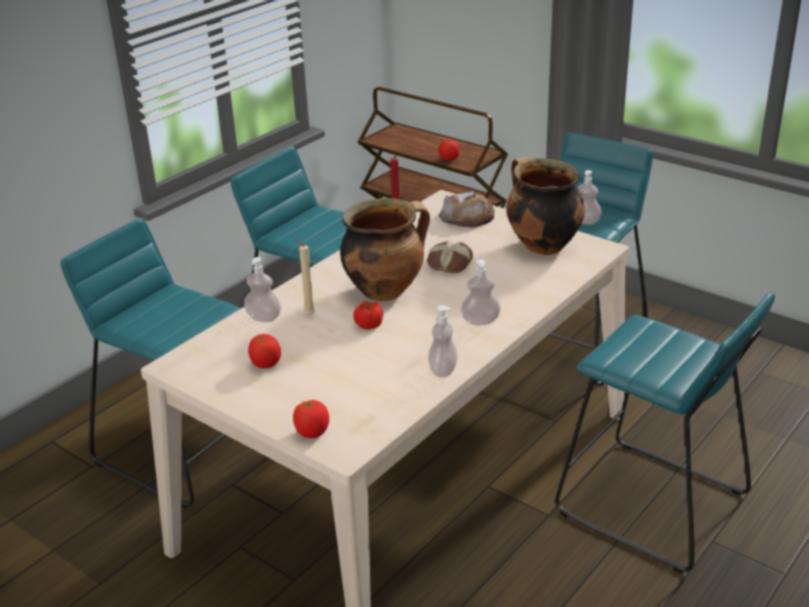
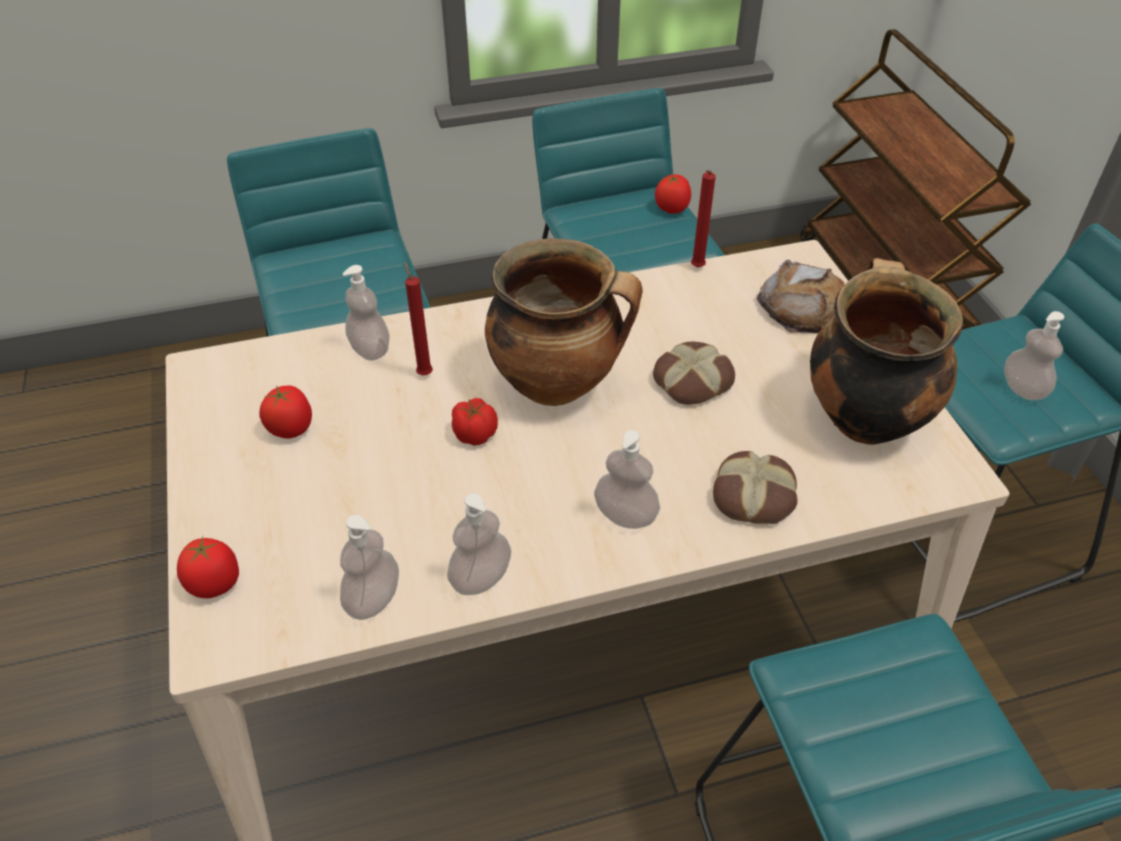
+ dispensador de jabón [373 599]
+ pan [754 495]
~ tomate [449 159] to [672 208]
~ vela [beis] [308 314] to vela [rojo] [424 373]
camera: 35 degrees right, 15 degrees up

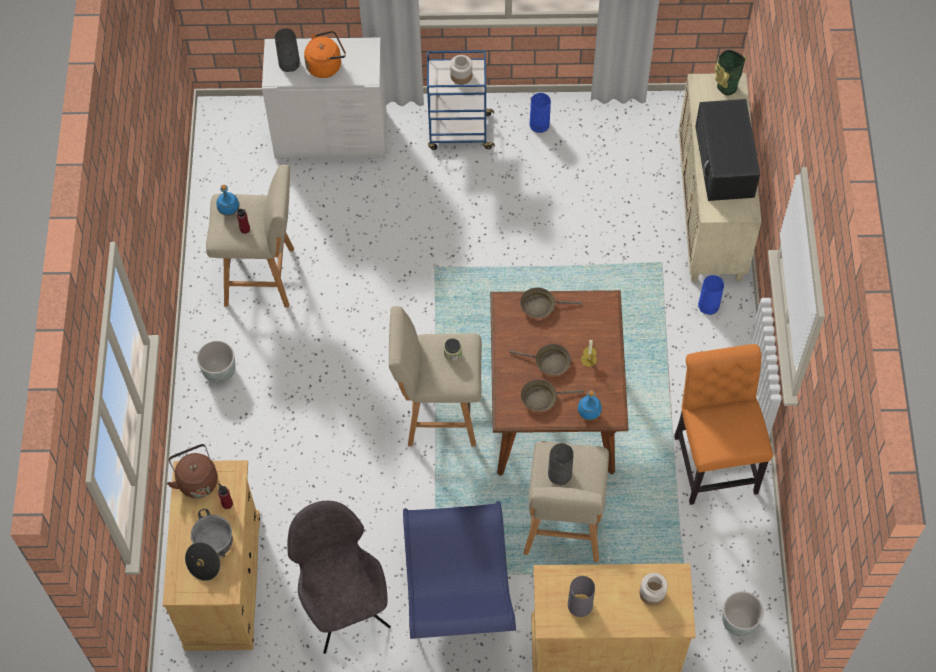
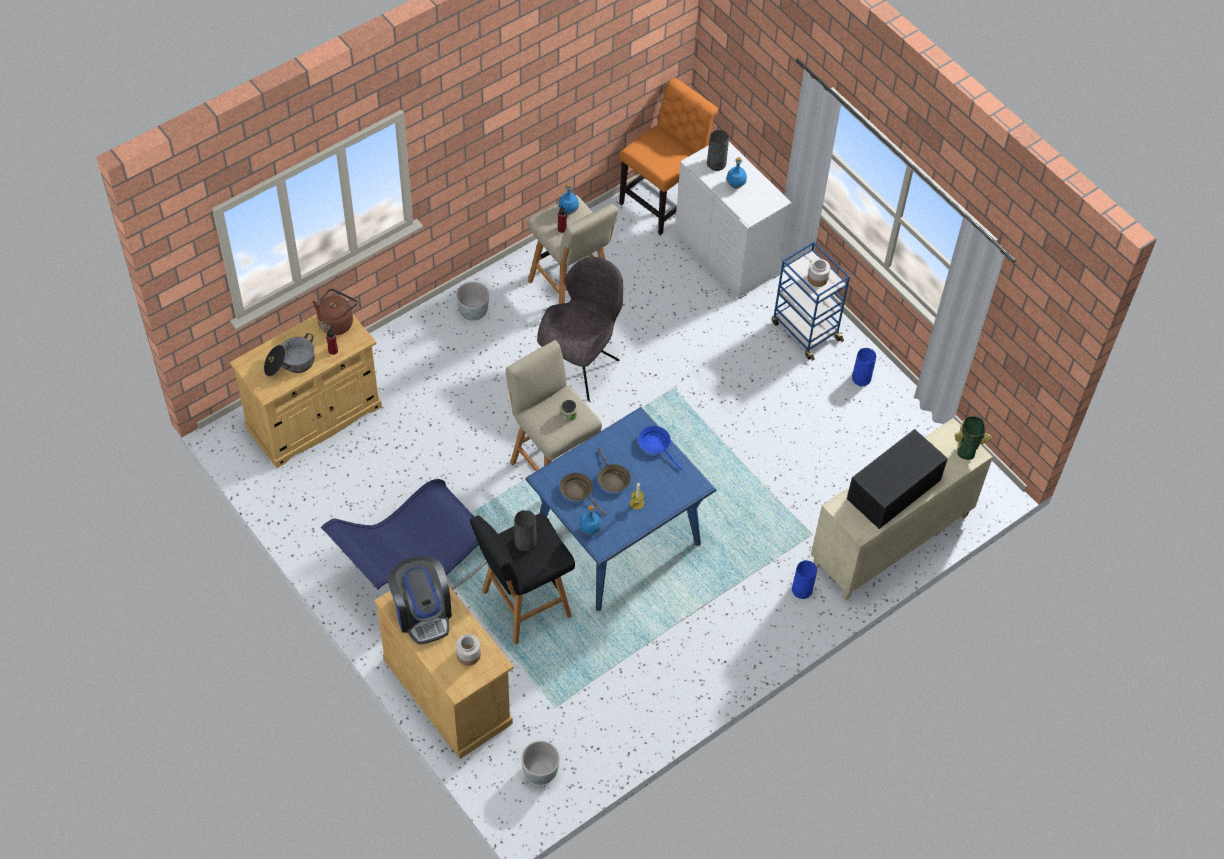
~ silla [gris] [343 605] to [580 365]
~ silla [naranja] [714 460] to [664 200]
~ hervidor [naranja] [326 65] to botella [azul] [735 185]
~ florero [gris] [579 604] to cafetera [422 612]
~ mesa de comedor [marrón] [553 411] to mesa de comedor [azul] [617 539]
~ sartén [marrón] [541 305] to sartén [azul] [656 445]
~ taburete [beis] [563 529] to taburete [negro] [523 605]
camera: 50 degrees right, 5 degrees down

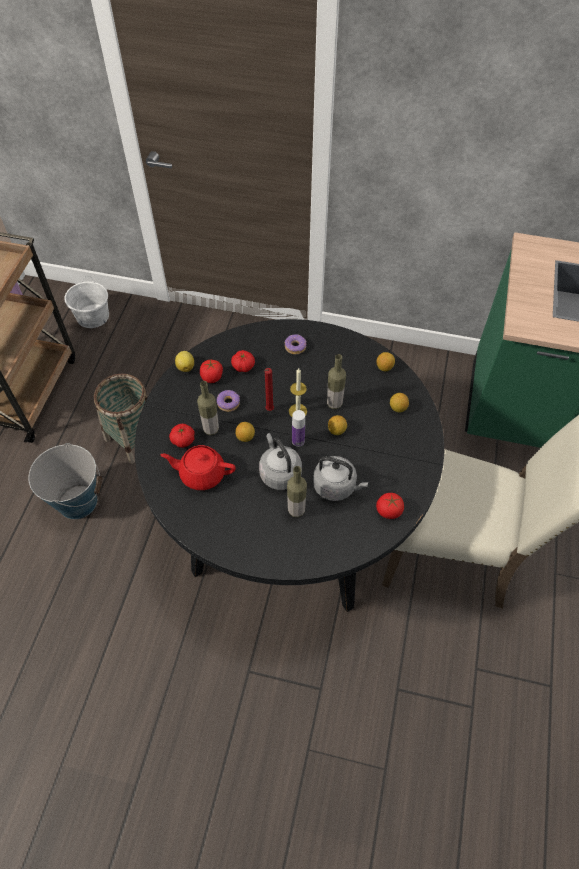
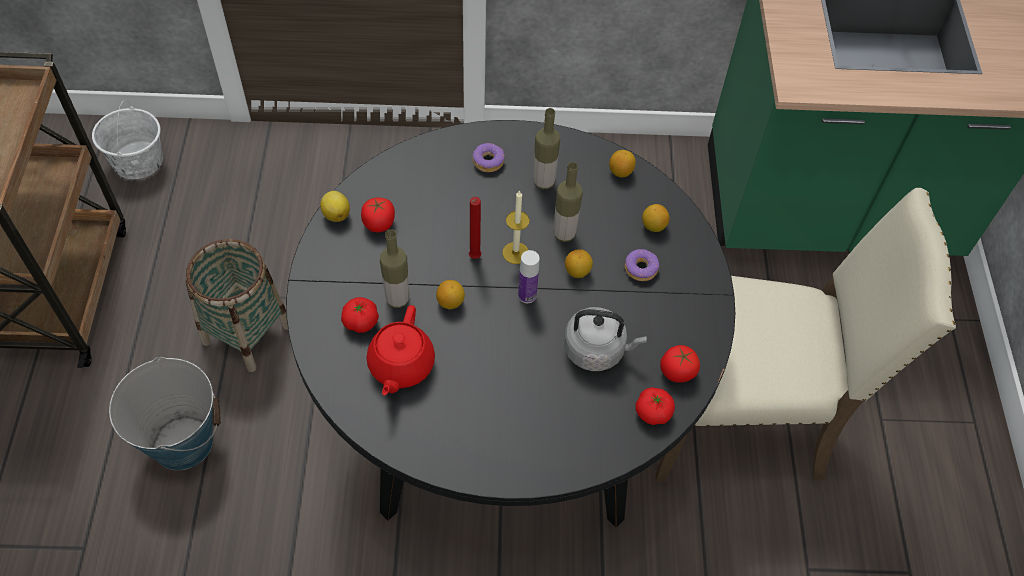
- hervidor [gris] [279 472]
~ rosquilla [228 403] to [641 268]
~ tomate [243 366] to [653 412]
~ botella [296 510] to [543 182]
~ tetera [rojo] [201 474] = [400 366] 75 degrees counterclockwise
camera: 15 degrees left, 0 degrees up

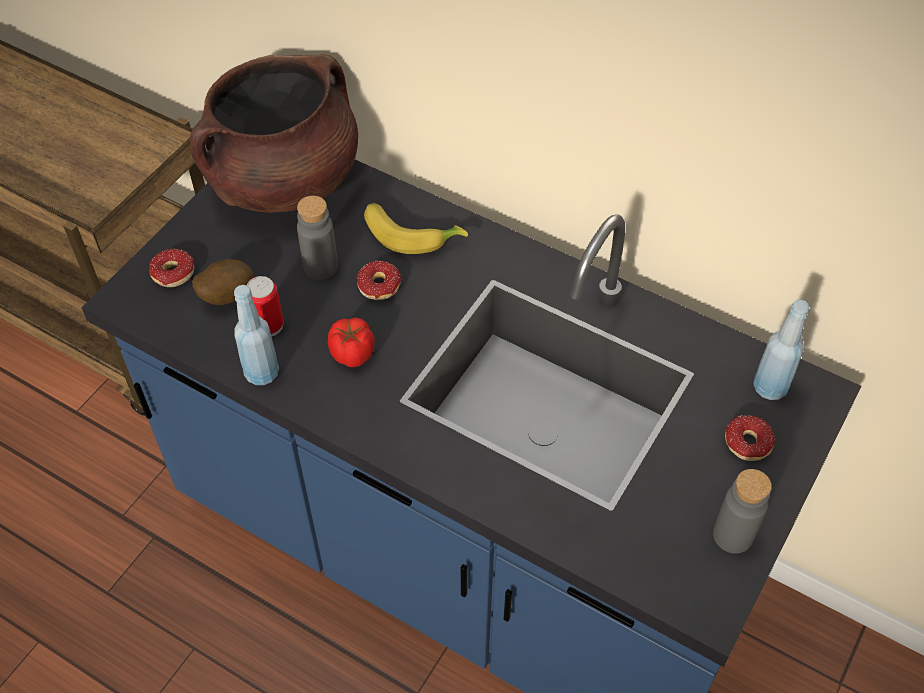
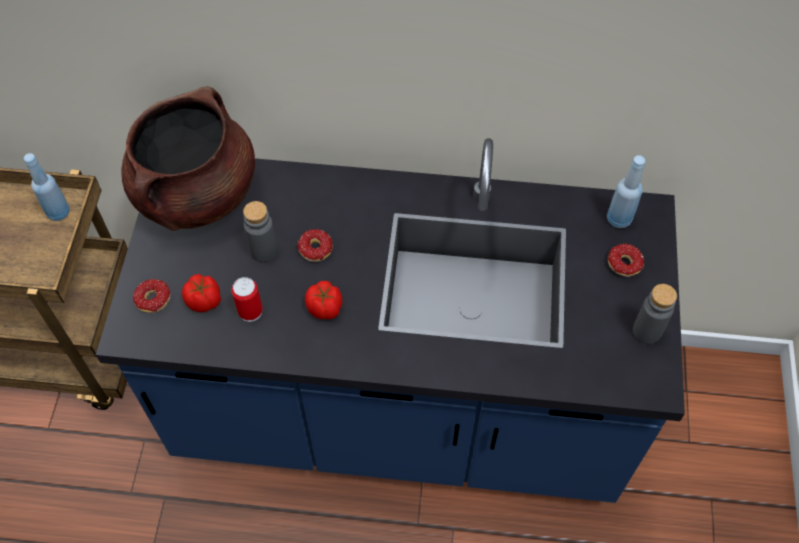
- plátano [411 233]
~ botella [azul] [261 373] to [58 212]
~ patata [226 296] to tomate [205 301]
camera: 25 degrees left, 5 degrees up

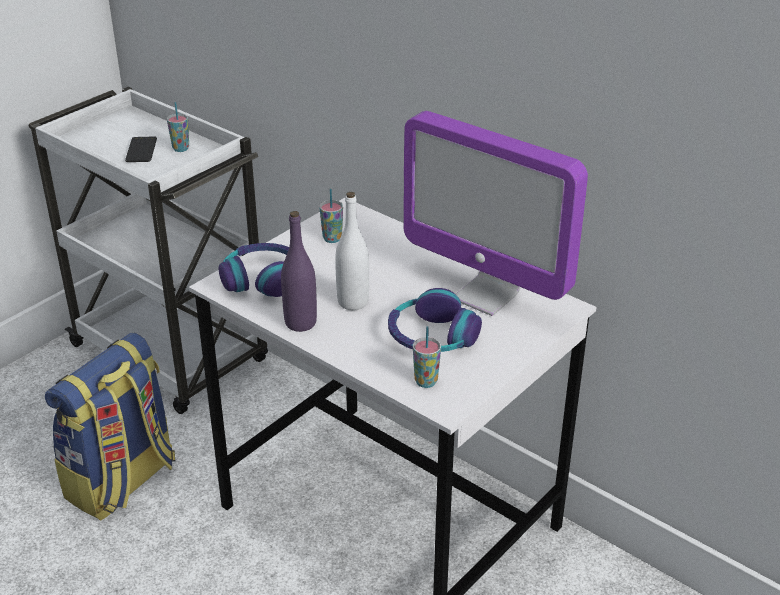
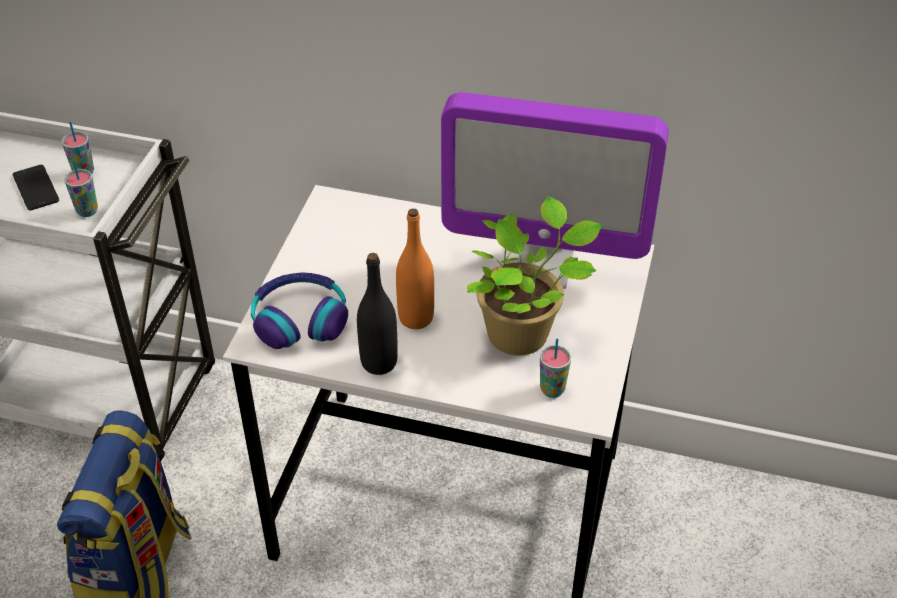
~ taza [332 239] to [87 211]
~ auriculares [431 337] to planta en maceta [523 334]
~ botella [morado] [300 323] to botella [negro] [379 362]
~ botella [blanco] [353 302] to botella [naranja] [416 318]
camera: 25 degrees left, 10 degrees up

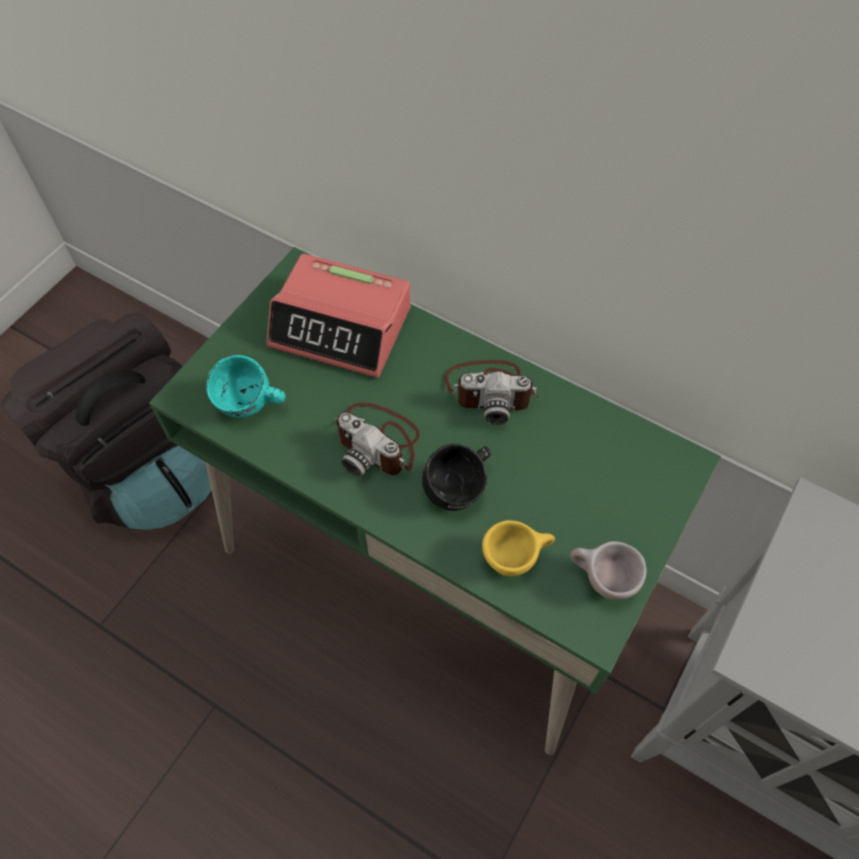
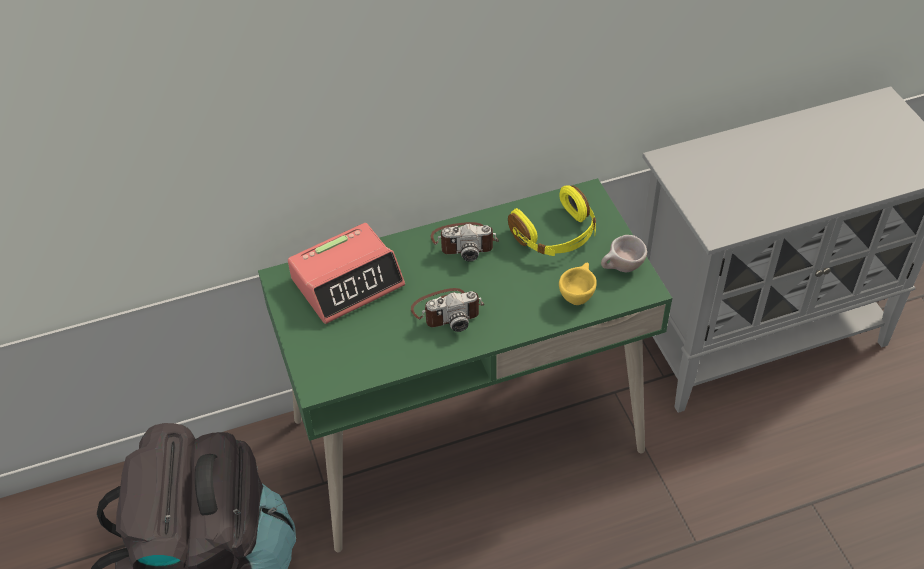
- taza grande [turquesa] [251 406]
- taza grande [negro] [460 488]
+ auriculares [amarillo] [556 235]
~ cámara [490 390] = [464 242] 45 degrees clockwise
camera: 50 degrees left, 10 degrees down

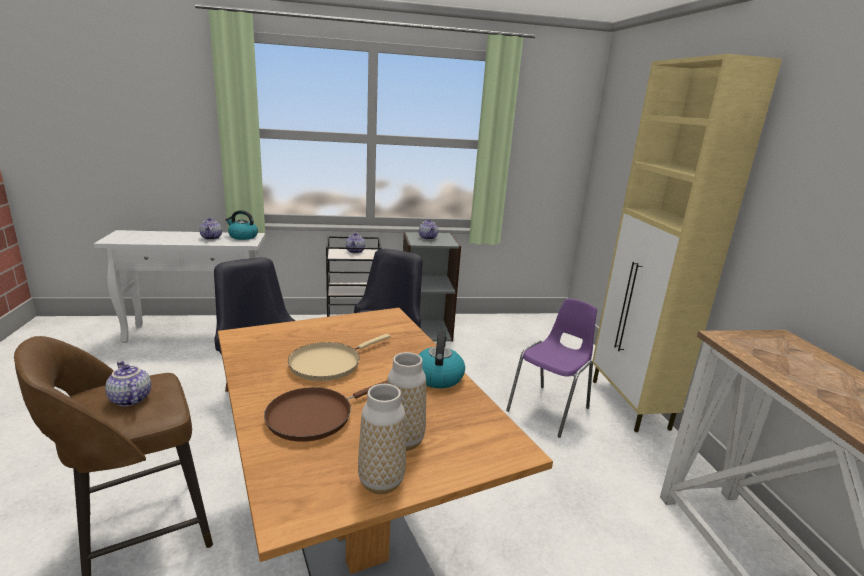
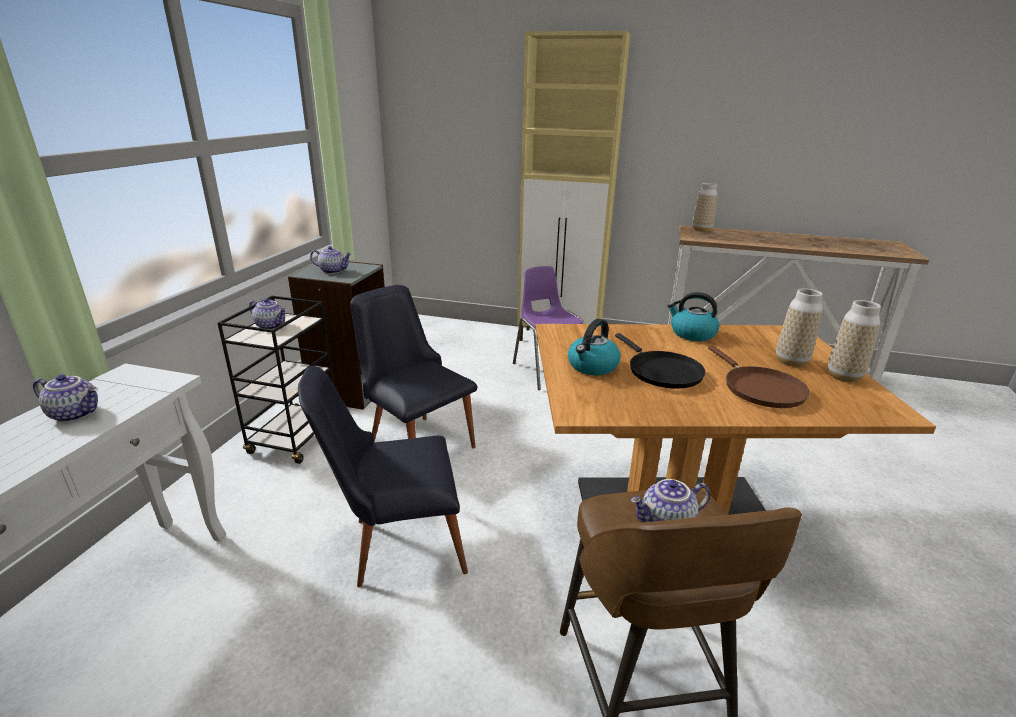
+ florero [701 230]
~ hervidor [242 236] to [592 366]
~ sartén [beis] [328 363] to sartén [negro] [661 371]
camera: 65 degrees left, 5 degrees up

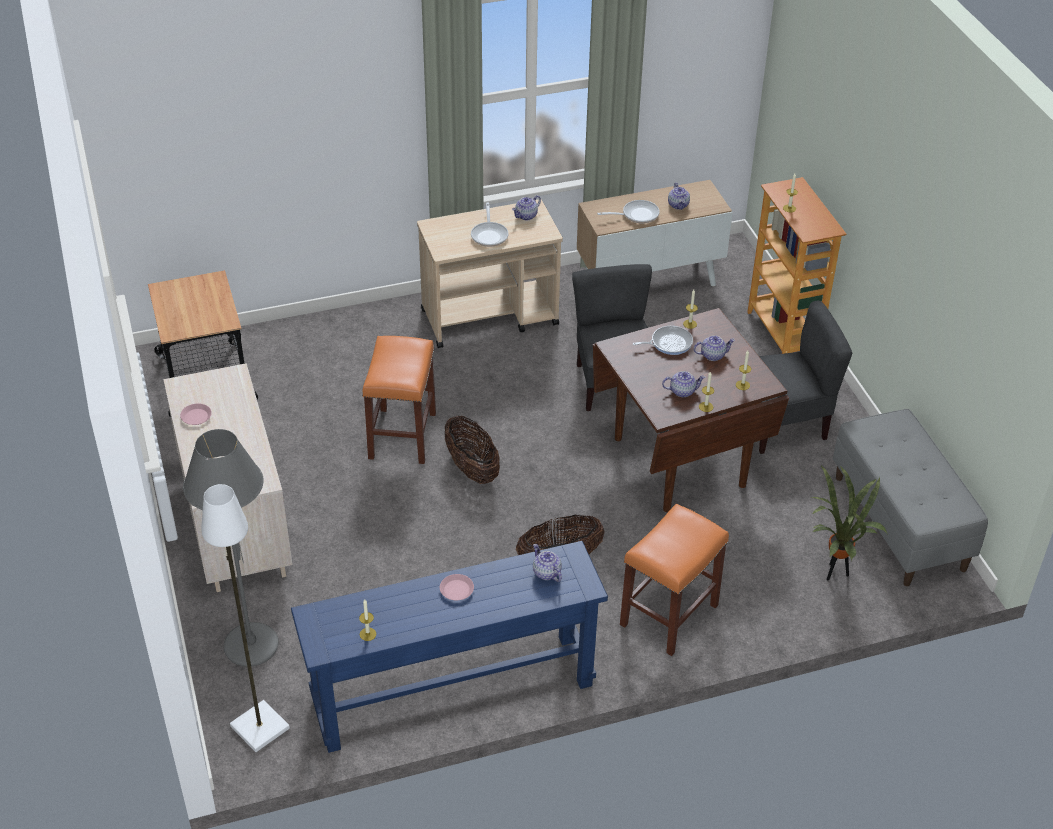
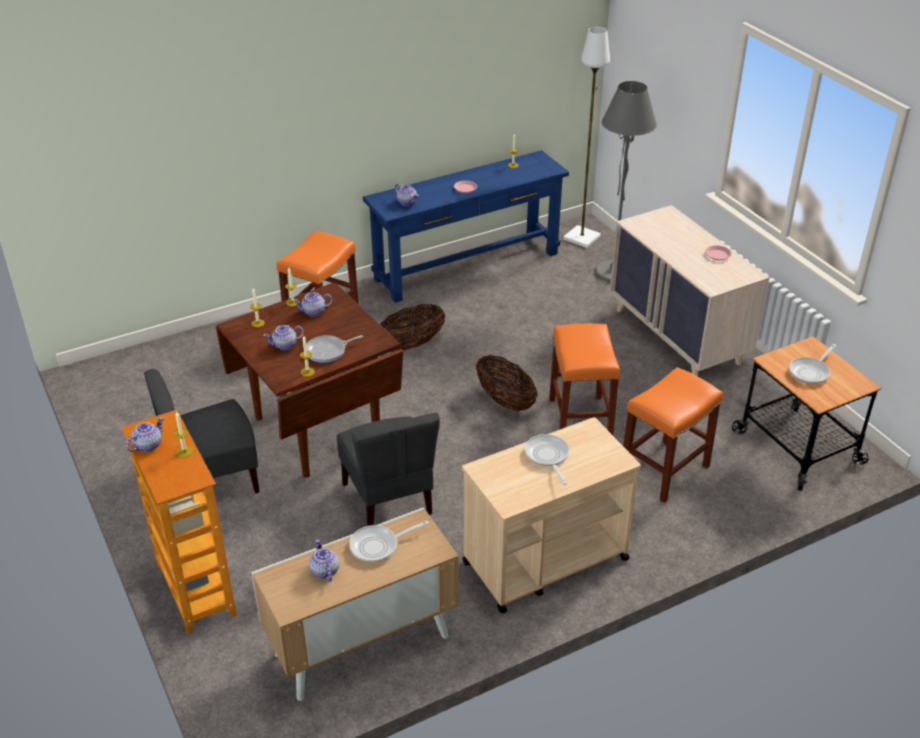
- planta en maceta [833 573]
- banco [gris] [900 523]
+ taburete [naranja] [664 471]
+ sartén [810 372]
~ tetera [526 216] to [148 445]
camera: 170 degrees right, 5 degrees down

